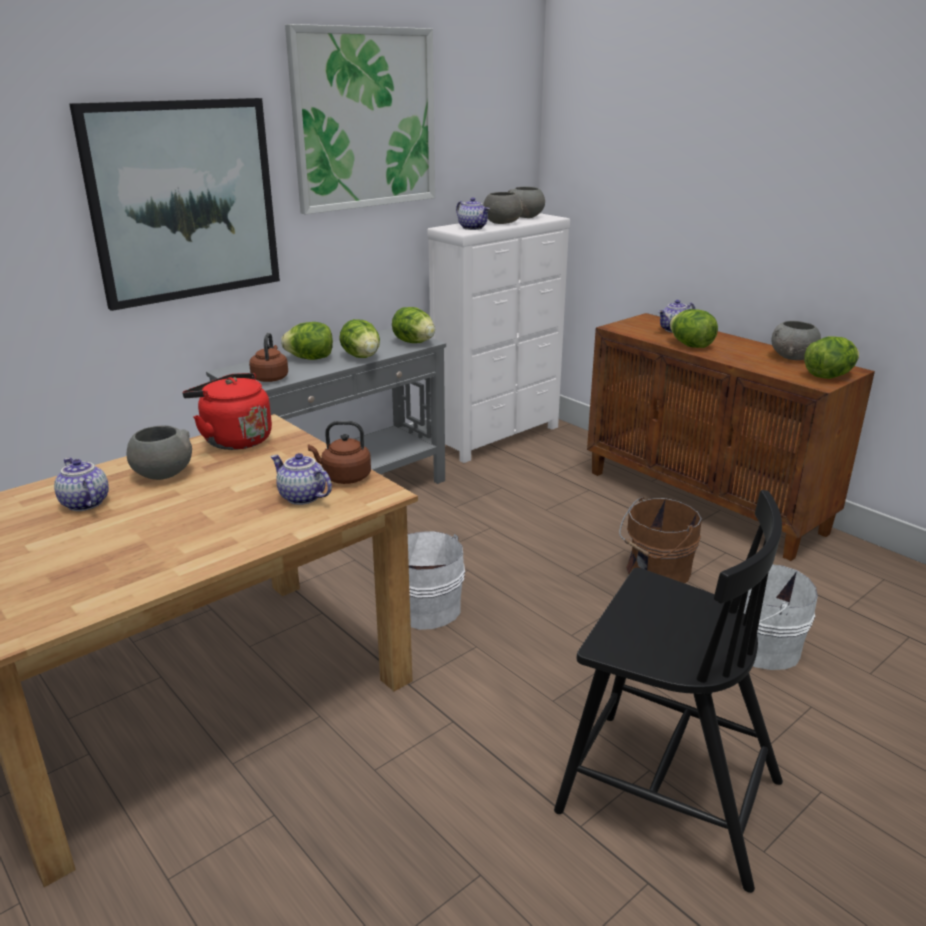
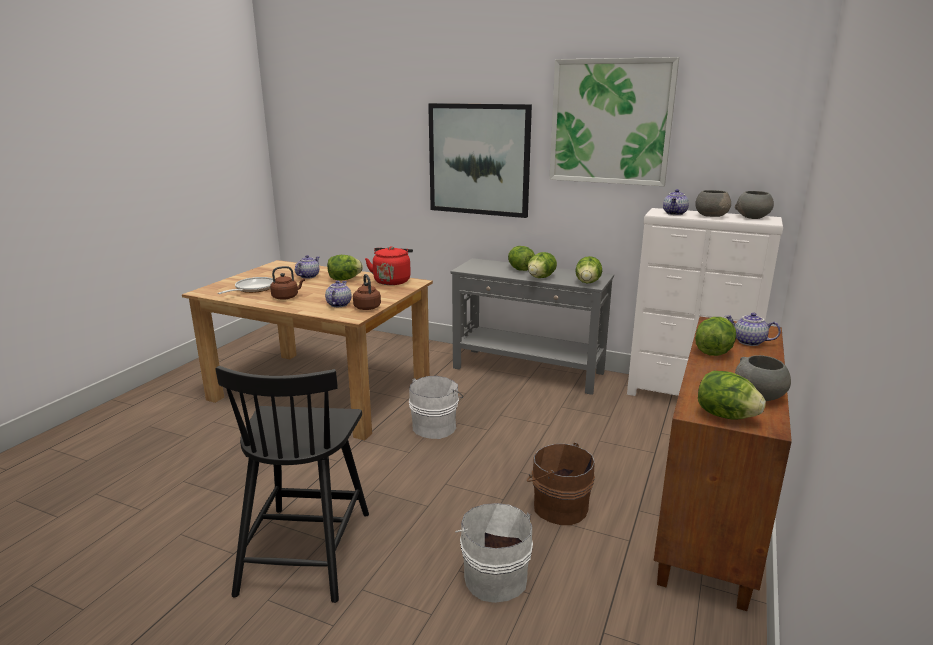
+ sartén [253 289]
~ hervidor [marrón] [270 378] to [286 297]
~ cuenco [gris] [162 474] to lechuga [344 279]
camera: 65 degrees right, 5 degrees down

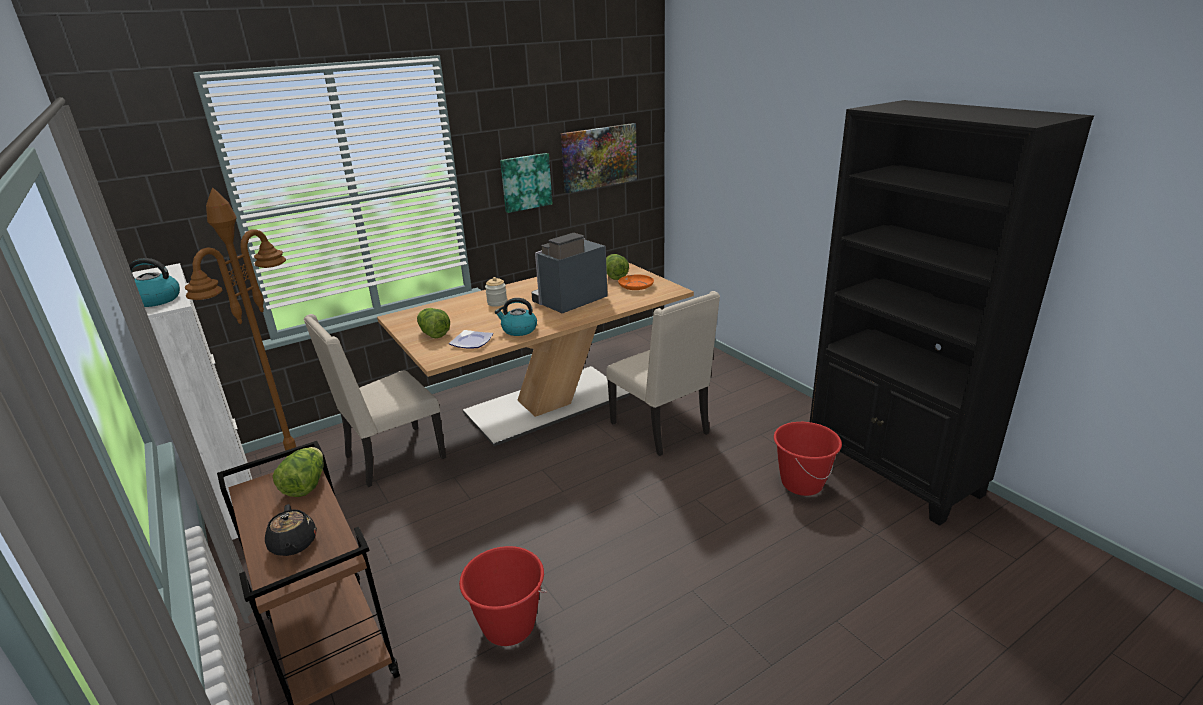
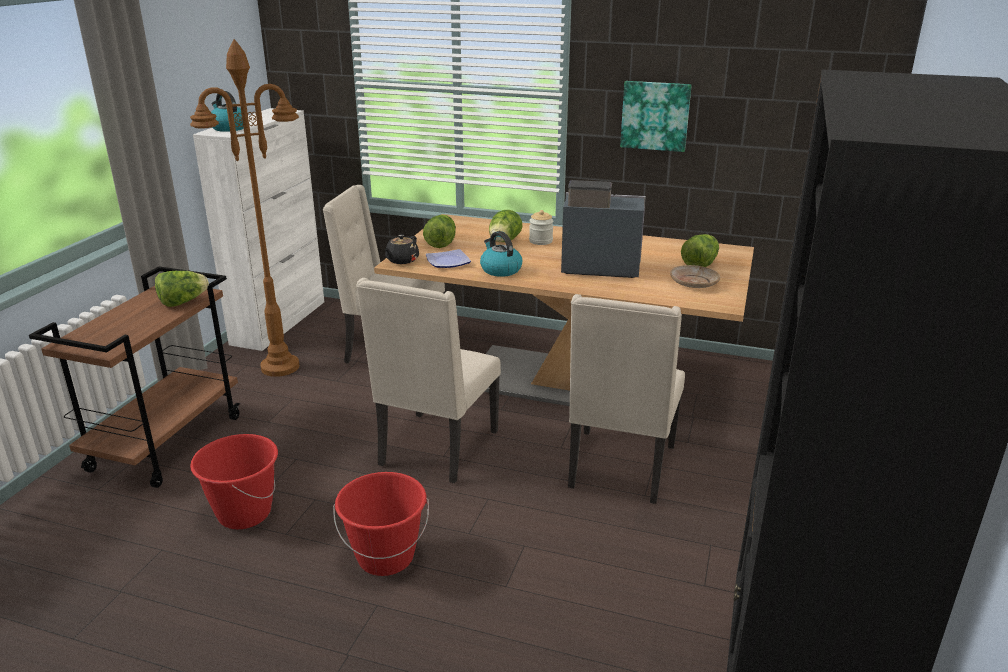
- cuadro [599 157]
+ silla [beis] [436 449]
+ lechuga [504 242]
~ tetera [negro] [293 545] to [401 260]
~ cubo [rojo] [801 483] to [386 557]
~ plato [naranja] [635 287] to plato [beis] [693 283]
camera: 50 degrees right, 0 degrees up

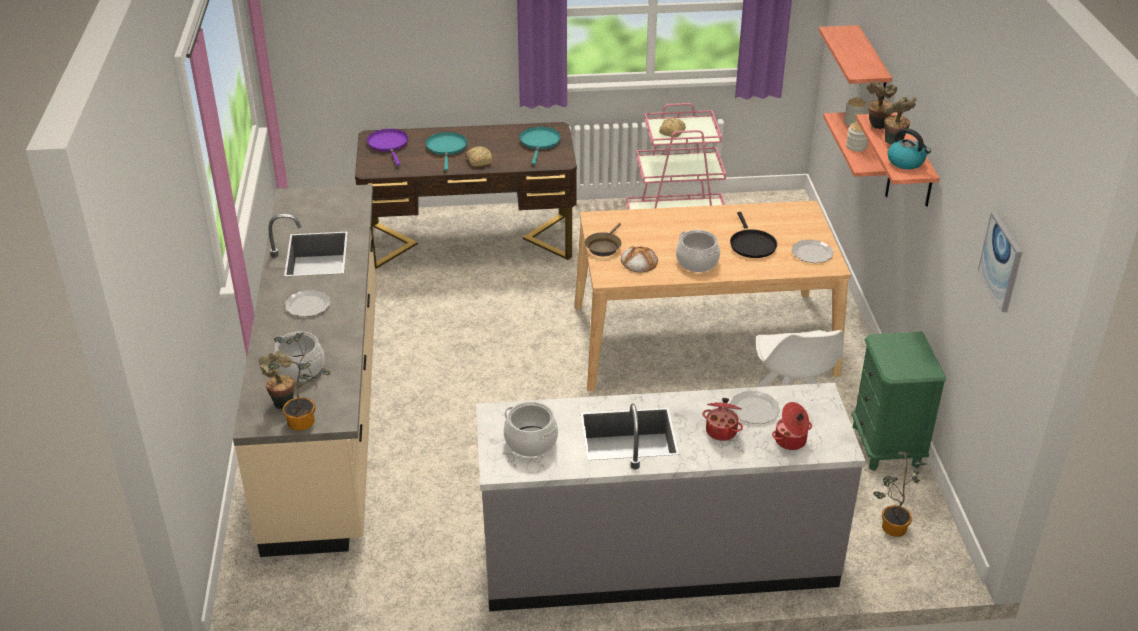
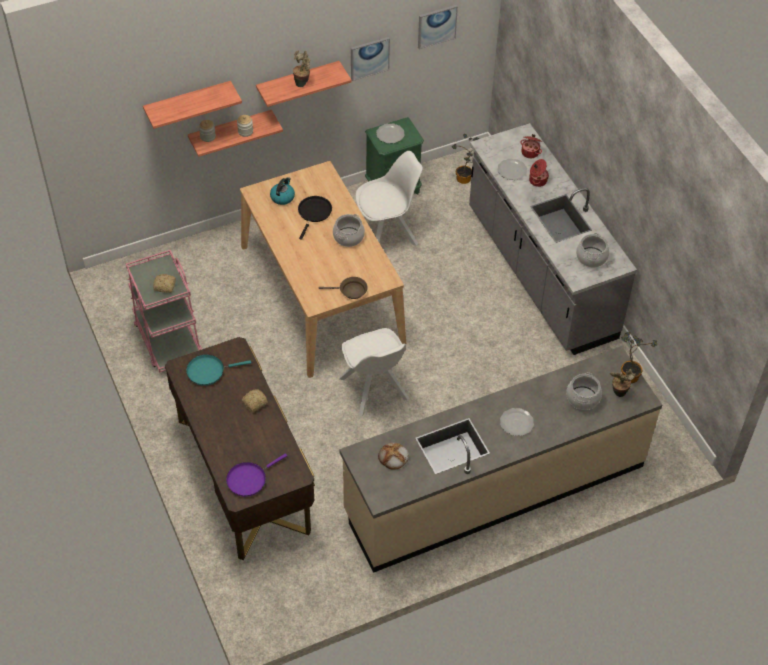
- sartén [turquesa] [446 148]
- planta en maceta [876 126]
+ silla [blanco] [374 390]
+ cuadro [369 58]
~ pan [638 262] to [393 457]
~ plato [812 253] to [390 134]
~ hervidor [906 162] to [282 197]
~ sartén [negro] [751 244] = [314 213] 45 degrees counterclockwise
camera: 110 degrees left, 15 degrees up

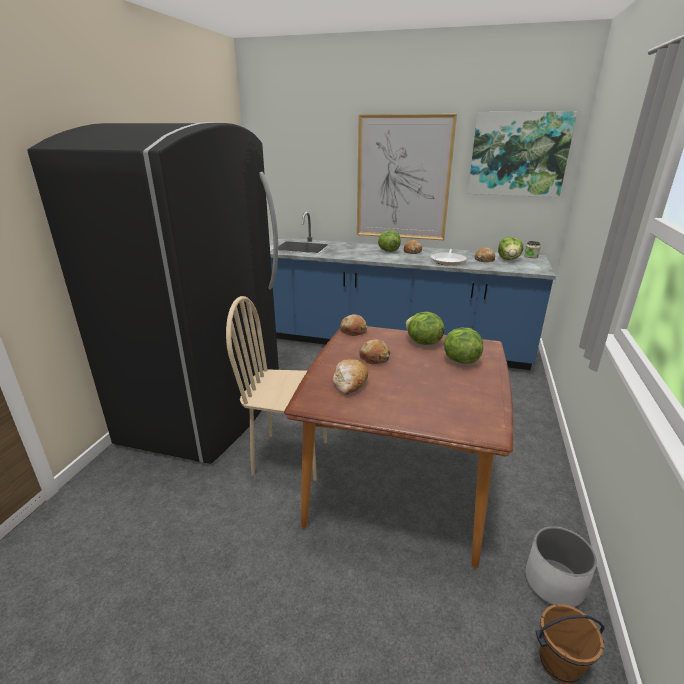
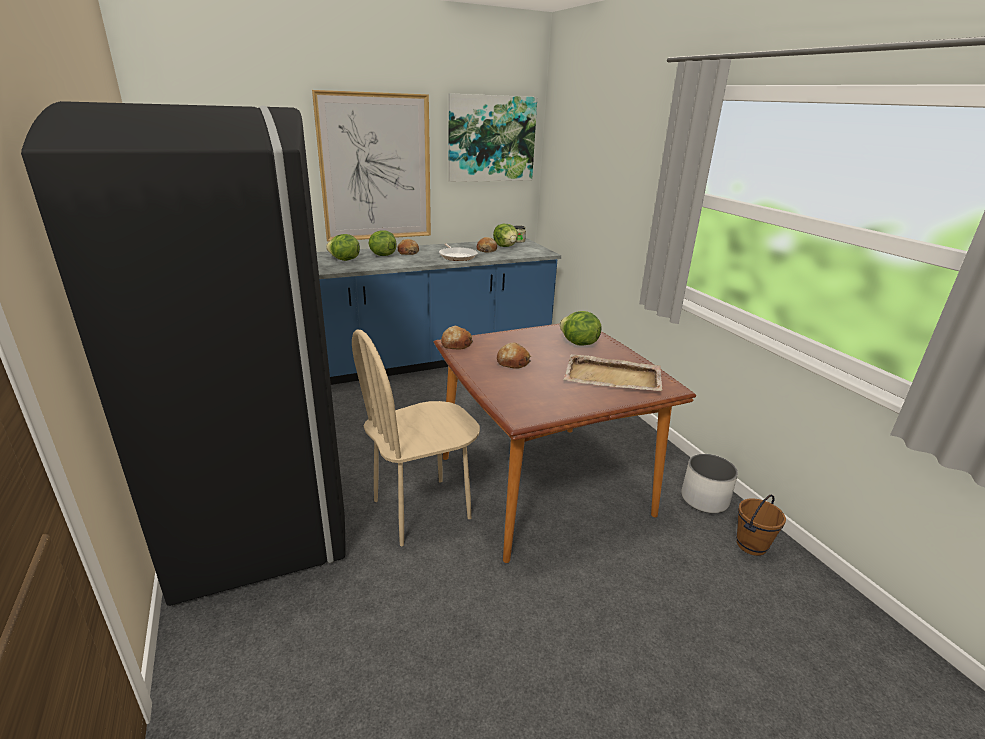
- pan [350 383]
+ bandeja [beis] [613 377]
~ lechuga [422 342] to [344 260]
camera: 40 degrees left, 0 degrees up

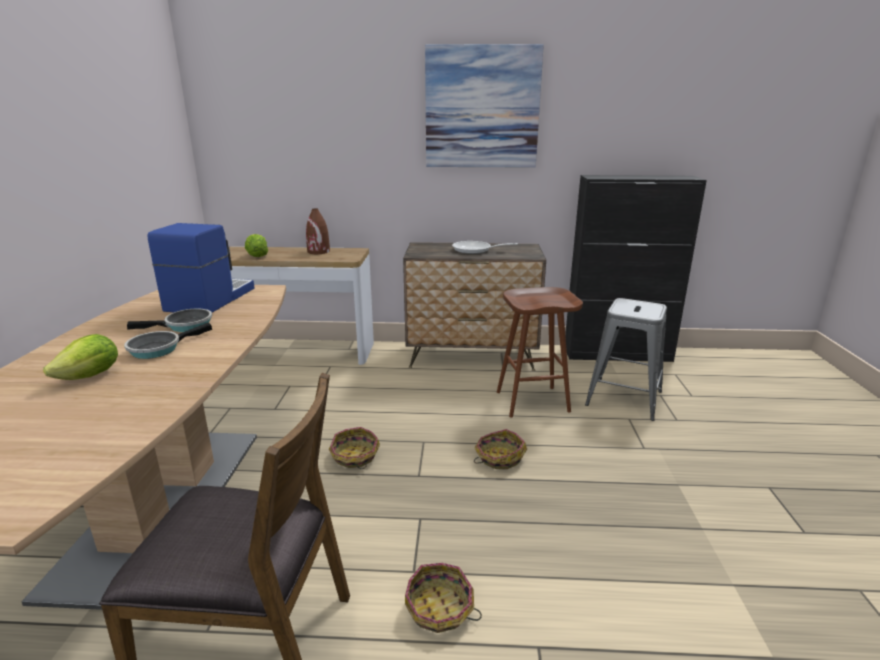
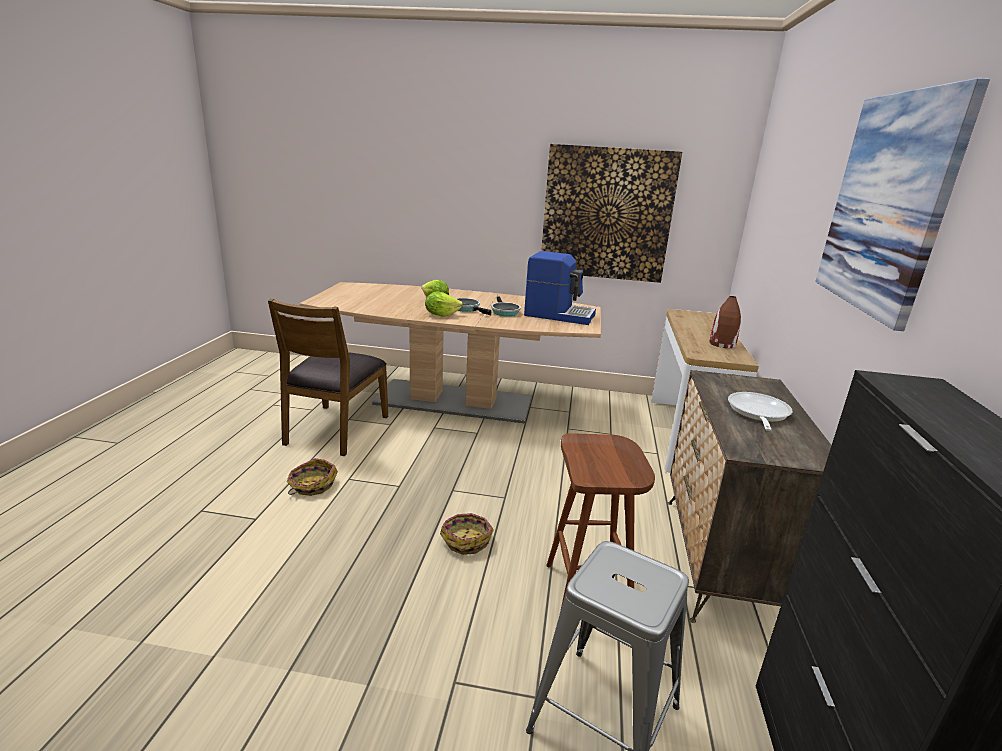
- cesta [354 457]
+ cuadro [606 214]
~ lechuga [257 256] to [441 315]
camera: 95 degrees right, 0 degrees up

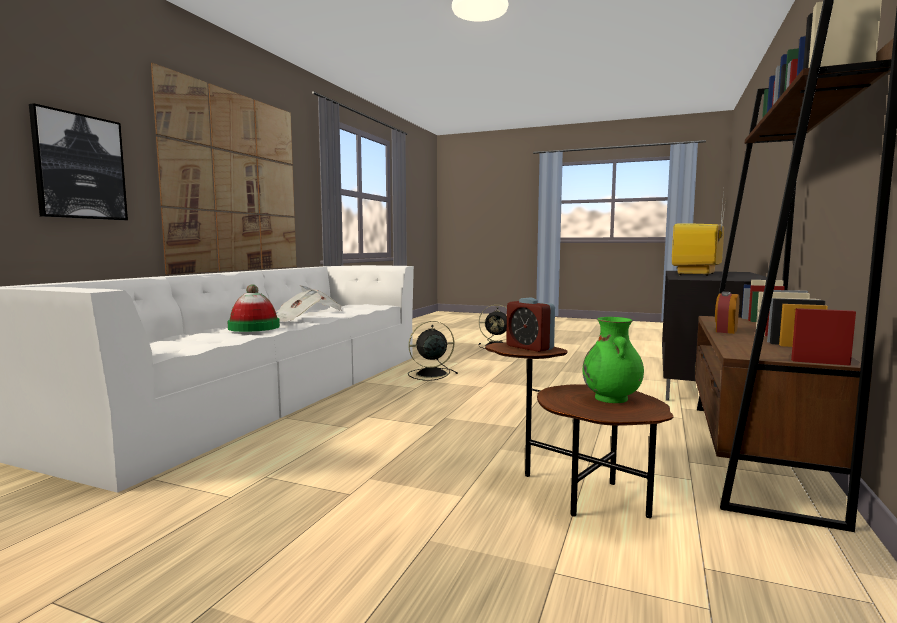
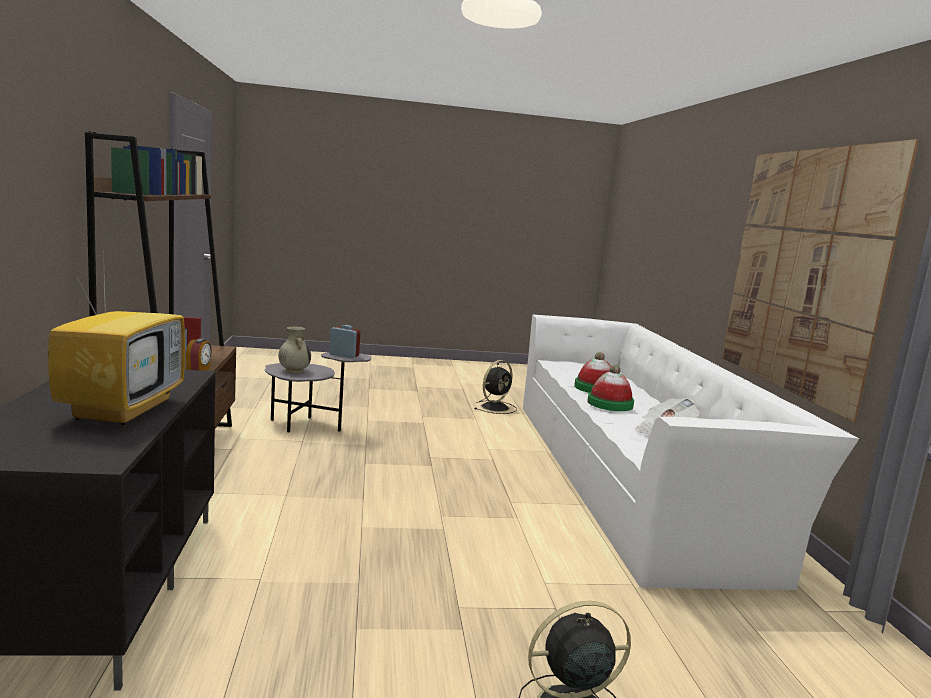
- cuadro [80 167]
~ ventilador [negro] [430 374] to [495 407]
~ periódico [295 319] to sombrero [610 404]
~ mesa auxiliar [marrón] [575 492] to mesa auxiliar [gris] [309 426]
~ florero [verde] [611 399] to florero [beis] [294 371]
camera: 150 degrees right, 5 degrees up

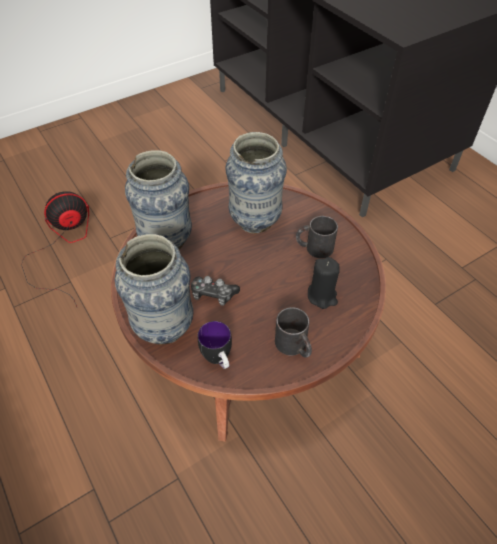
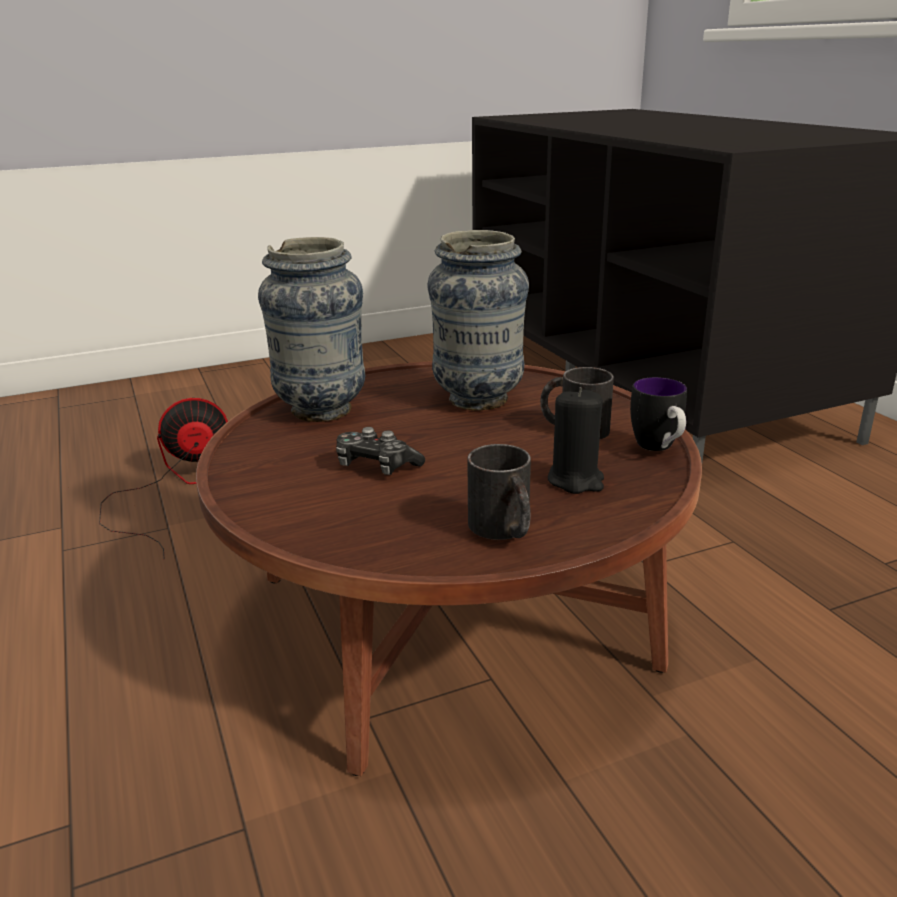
- florero [164 327]
~ taza grande [218 360] to [659 448]
camera: 10 degrees right, 25 degrees down

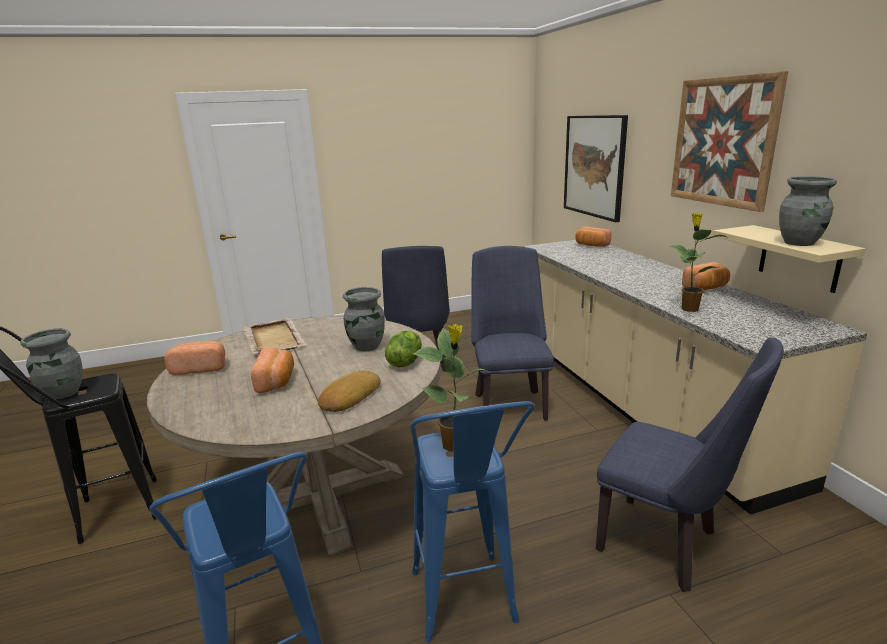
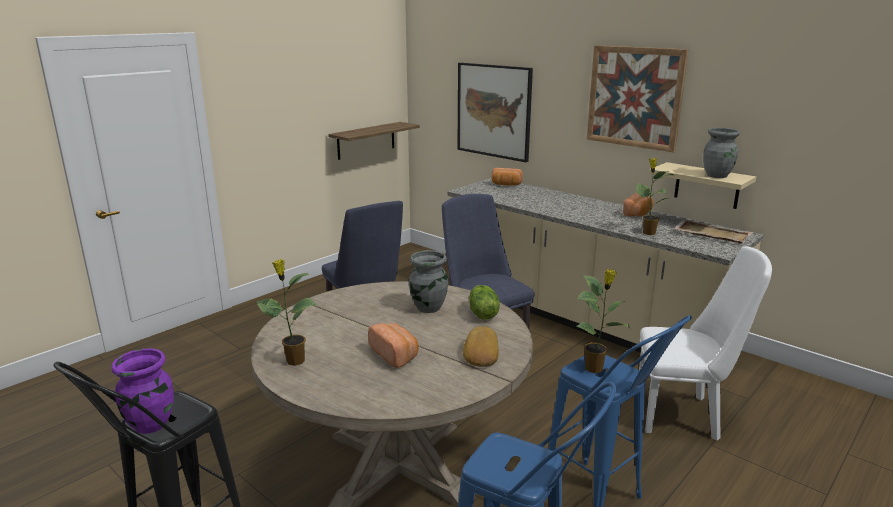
+ estante [366 140]
~ bandeja [beis] [273 338] to [711 233]
~ pan [200 368] to planta en maceta [294 361]
~ florero [gris] [63 393] to florero [morado] [150 425]
~ silla [azul] [666 545] to silla [blanco] [684 415]
camera: 30 degrees left, 0 degrees up

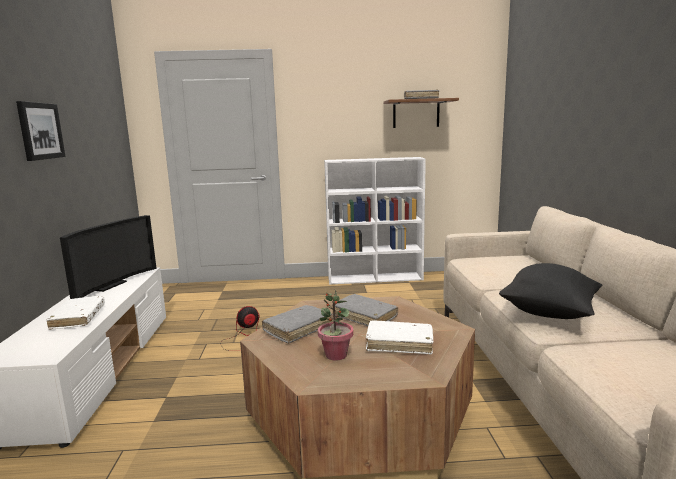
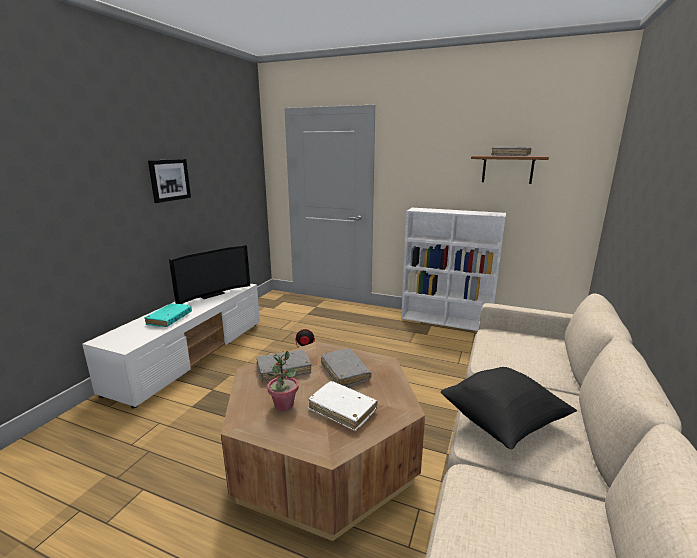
~ libro [blanco] [78 318] to libro [turquesa] [169 319]
camera: 25 degrees right, 5 degrees up

